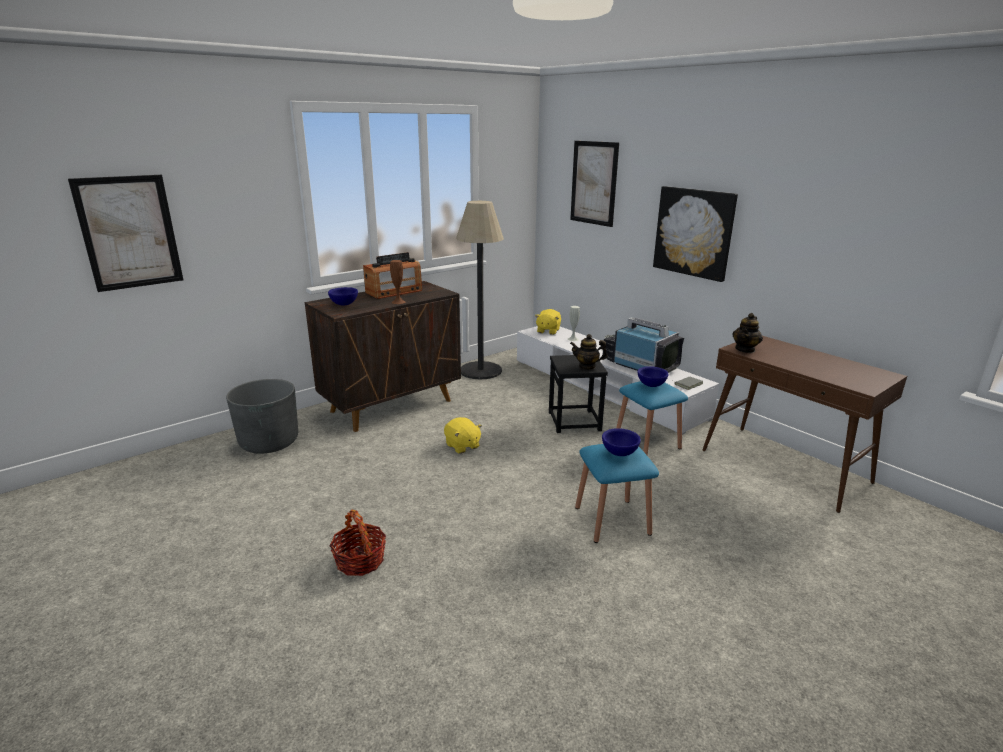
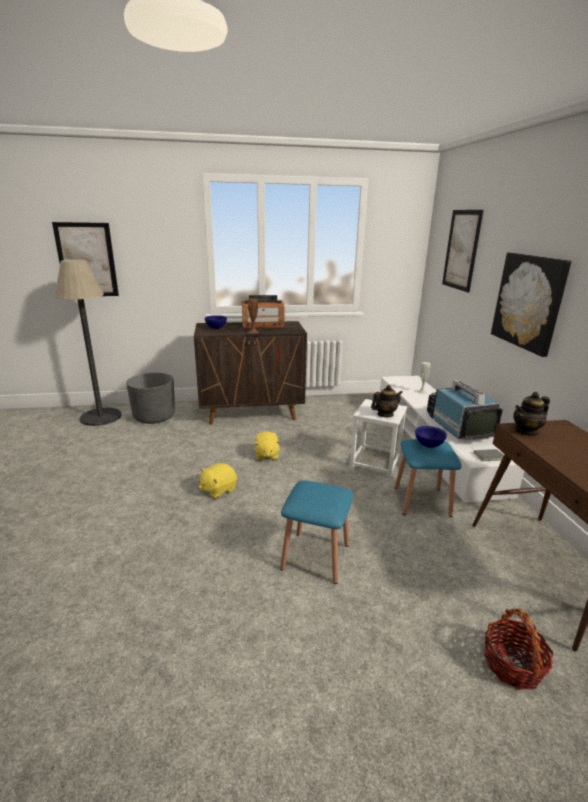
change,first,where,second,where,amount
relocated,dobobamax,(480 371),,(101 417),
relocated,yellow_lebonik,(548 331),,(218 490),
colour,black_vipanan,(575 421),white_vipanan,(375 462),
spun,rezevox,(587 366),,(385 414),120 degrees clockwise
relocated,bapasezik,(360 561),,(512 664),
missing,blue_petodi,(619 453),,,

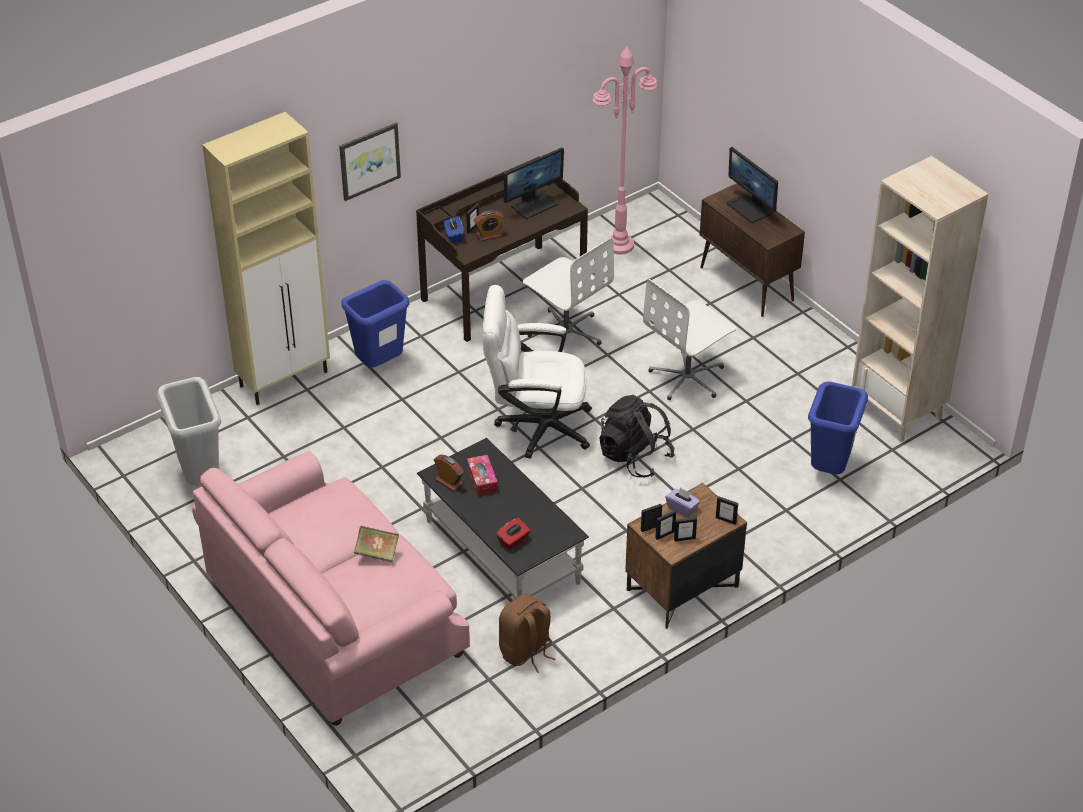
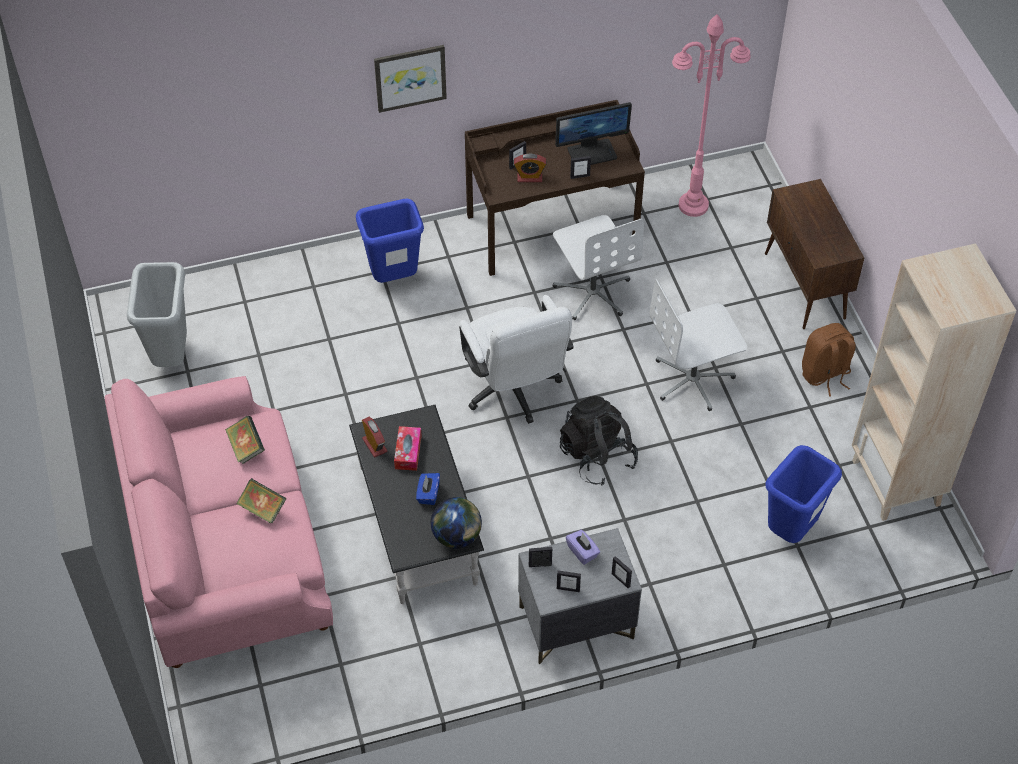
change,first,where,second,where,amount
appeared,,,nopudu,(246 447),
relocated,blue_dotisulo,(454 236),,(428 494),
appeared,,,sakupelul,(457 536),
spun,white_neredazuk,(535 426),,(514 391),135 degrees counterclockwise
colour,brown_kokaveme,(682 589),grey_kokaveme,(575 623),
relocated,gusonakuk,(665 534),,(580 176),
relocated,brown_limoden,(526 652),,(825 374),
missing,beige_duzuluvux,(285 379),,,
missing,red_dotisulo,(513 540),,,
missing,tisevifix,(750 208),,,

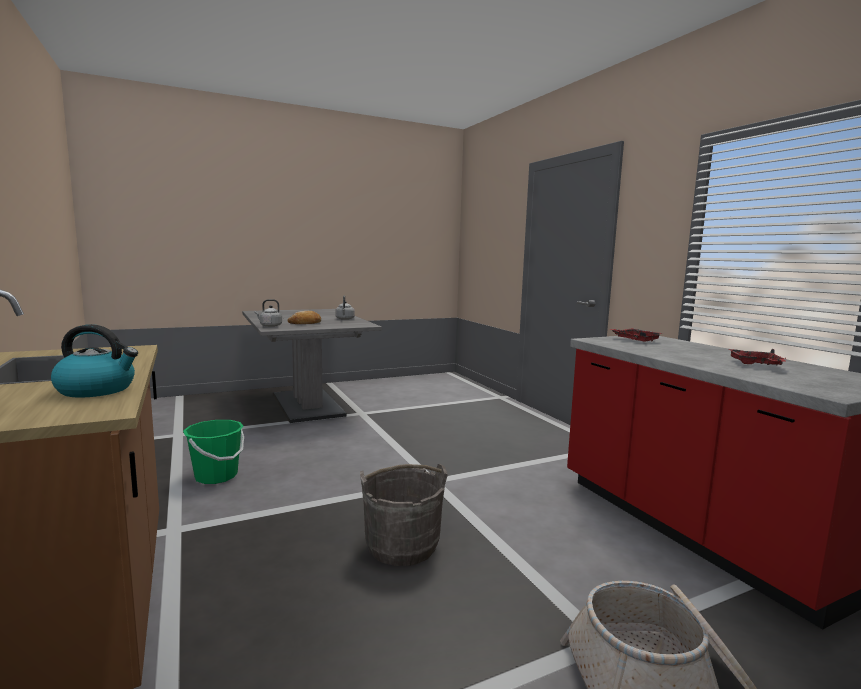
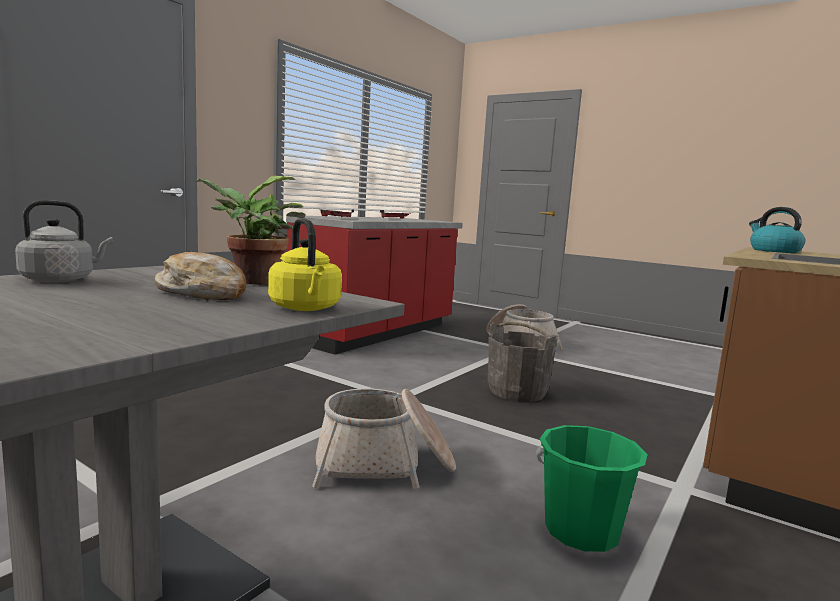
change,first,where,second,where,amount
appeared,,,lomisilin,(252 282),
colour,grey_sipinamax,(269 326),yellow_sipinamax,(306 308),
appeared,,,bapasezik,(384 465),

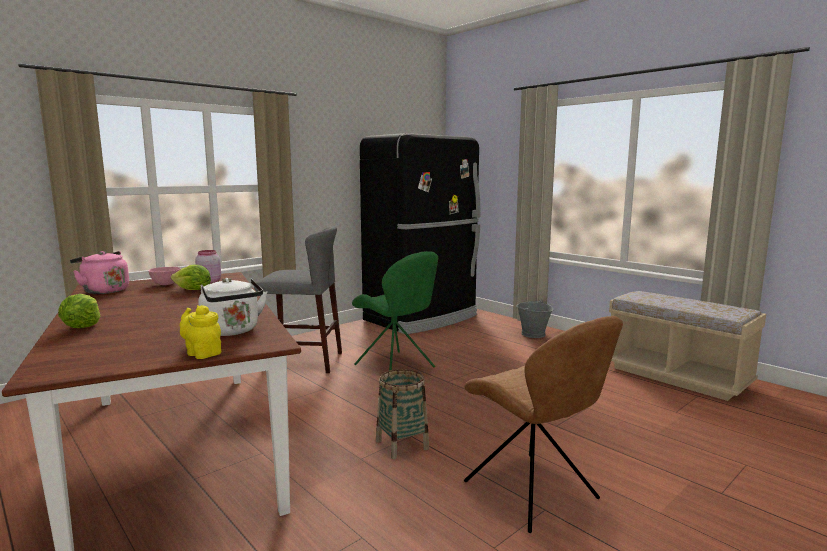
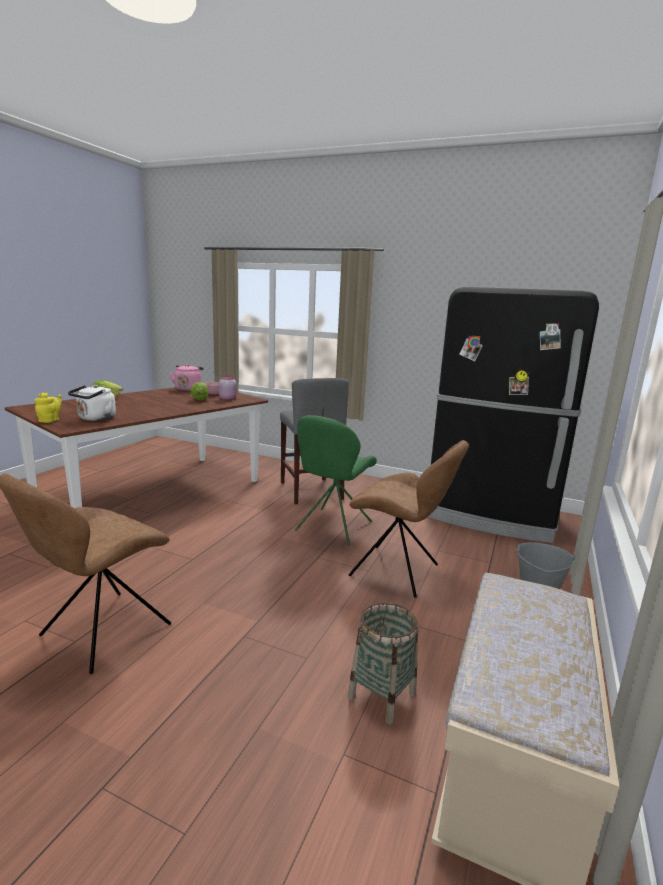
change,first,where,second,where,amount
relocated,bapasezik,(402 445),,(382 695),
appeared,,,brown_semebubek,(397 571),

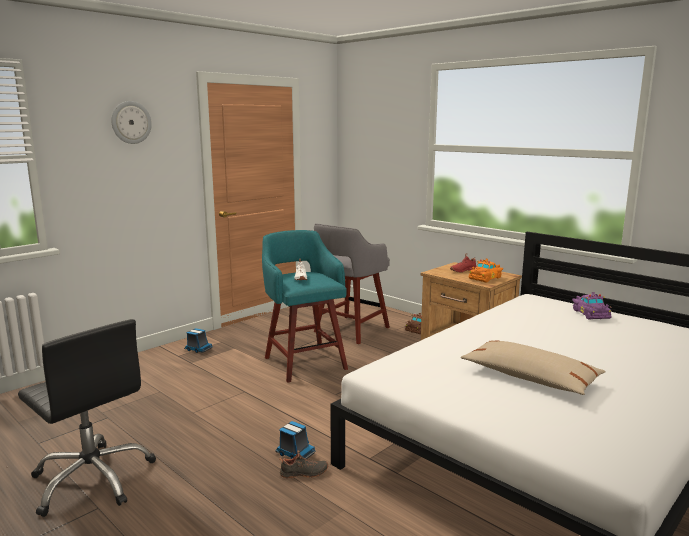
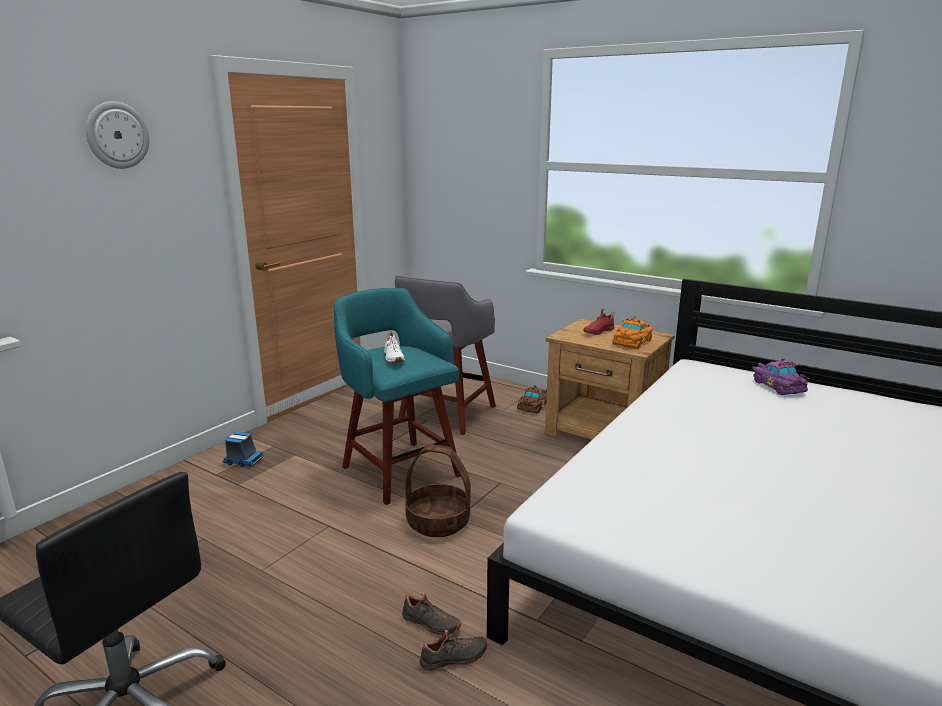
change,first,where,second,where,amount
exchanged,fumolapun,(294 453),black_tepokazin,(430 624),
appeared,,,bapasezik,(438 521),
missing,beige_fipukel,(530 378),,,

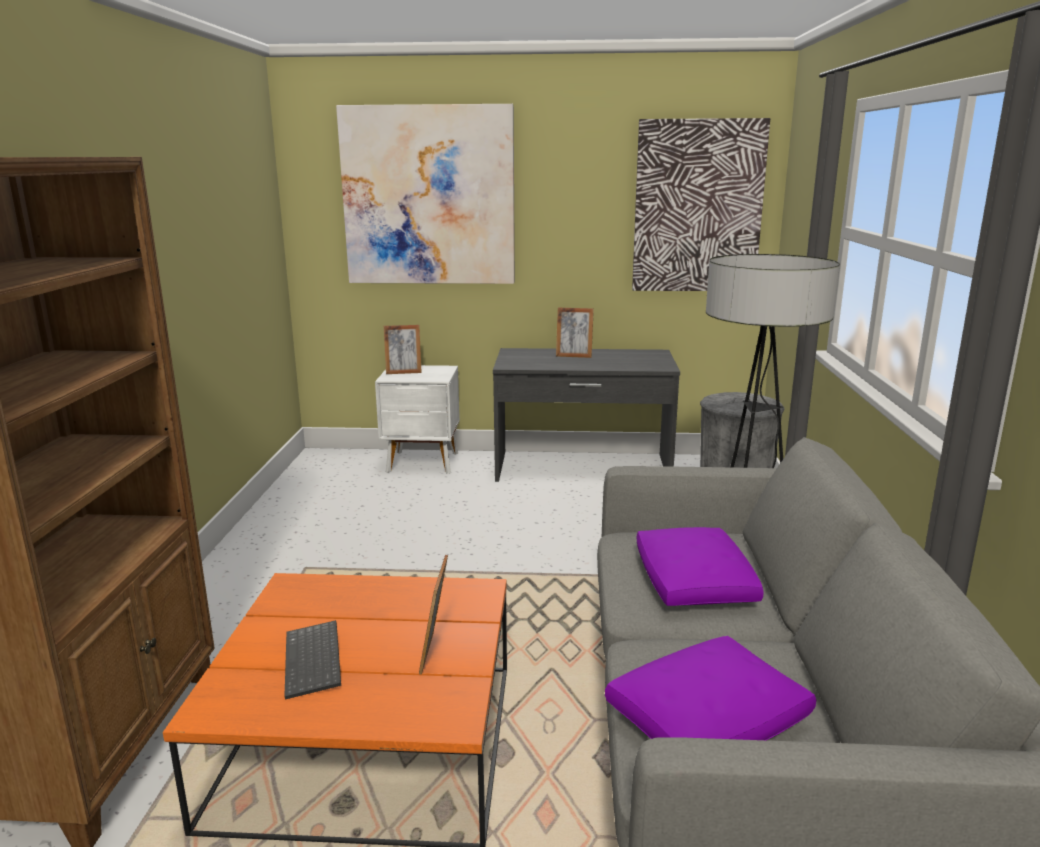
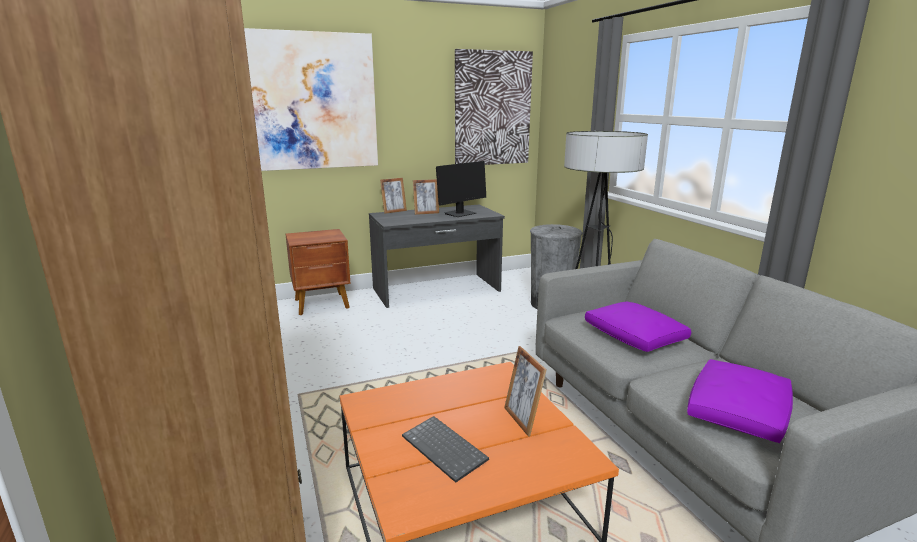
change,first,where,second,where,amount
colour,white_kokaveme,(423 463),brown_kokaveme,(322 304),
relocated,gusonakuk,(403 372),,(394 211),
appeared,,,tisevifix,(460 214),

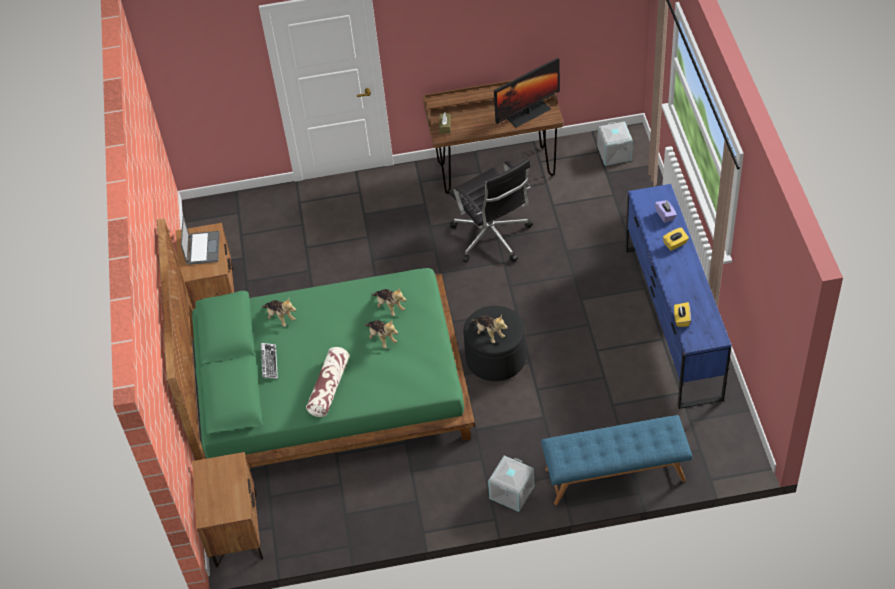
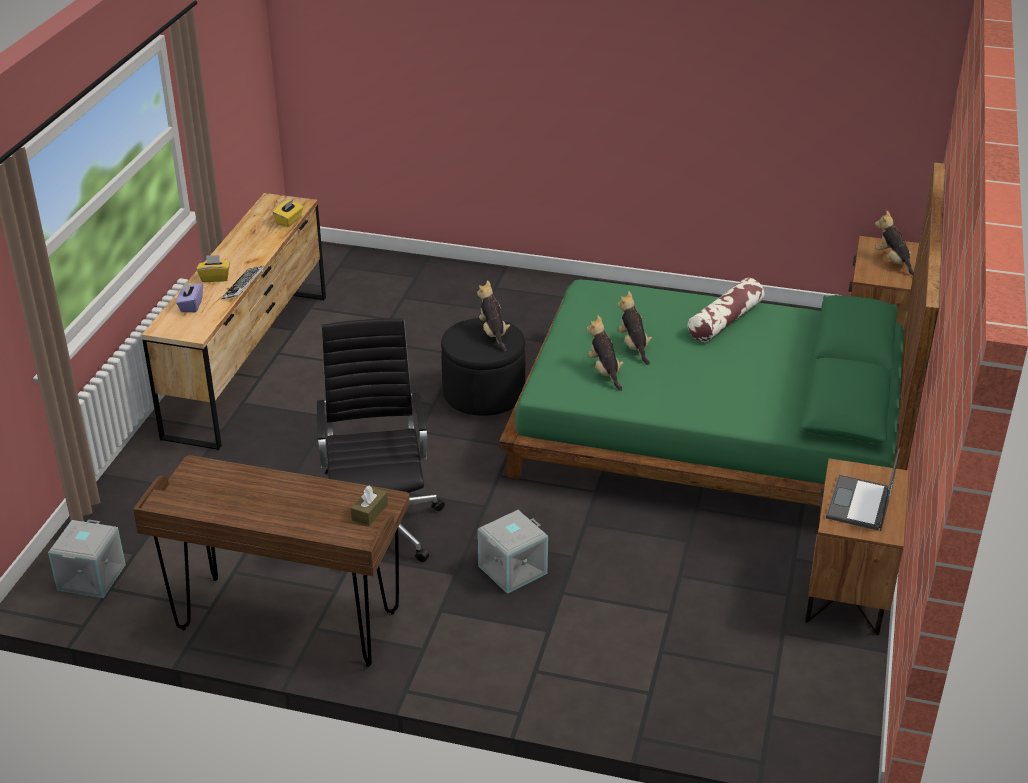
change,first,where,second,where,amount
colour,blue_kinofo,(672 321),brown_kinofo,(249 364),
relocated,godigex,(269 363),,(244 286),
relocated,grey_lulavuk,(512 493),,(512 569),
relocated,lebonik,(280 317),,(893 261),
missing,tisevifix,(528 113),,,
missing,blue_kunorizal,(615 475),,,

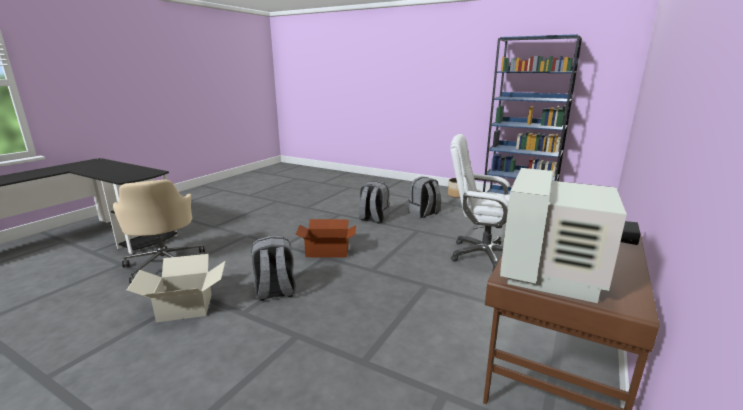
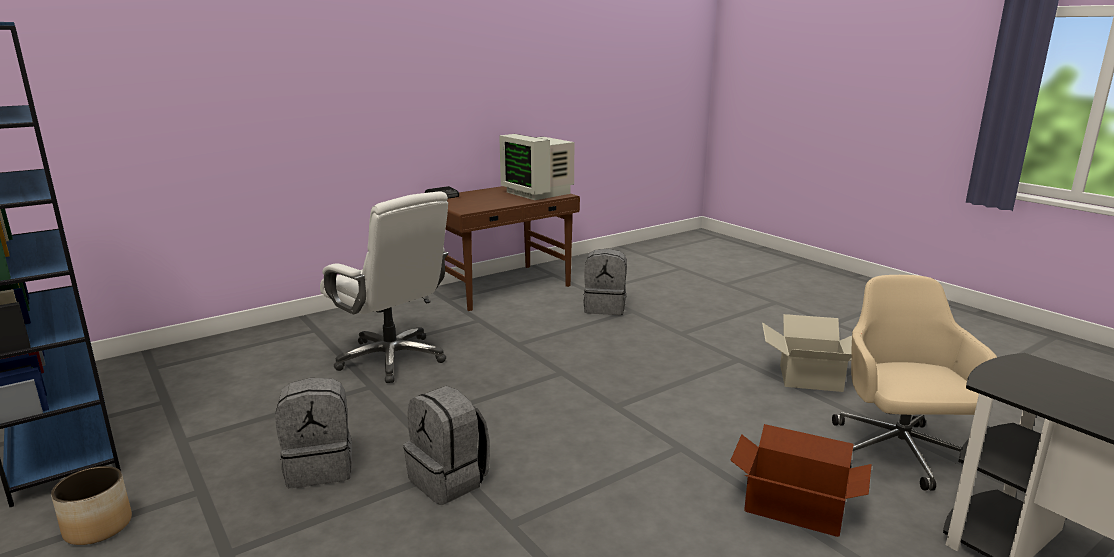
change,first,where,second,where,amount
spun,tisevifix,(552 274),,(538 193),90 degrees clockwise
relocated,grey_limoden,(275 292),,(605 307),
relocated,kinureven,(327 251),,(795 508),

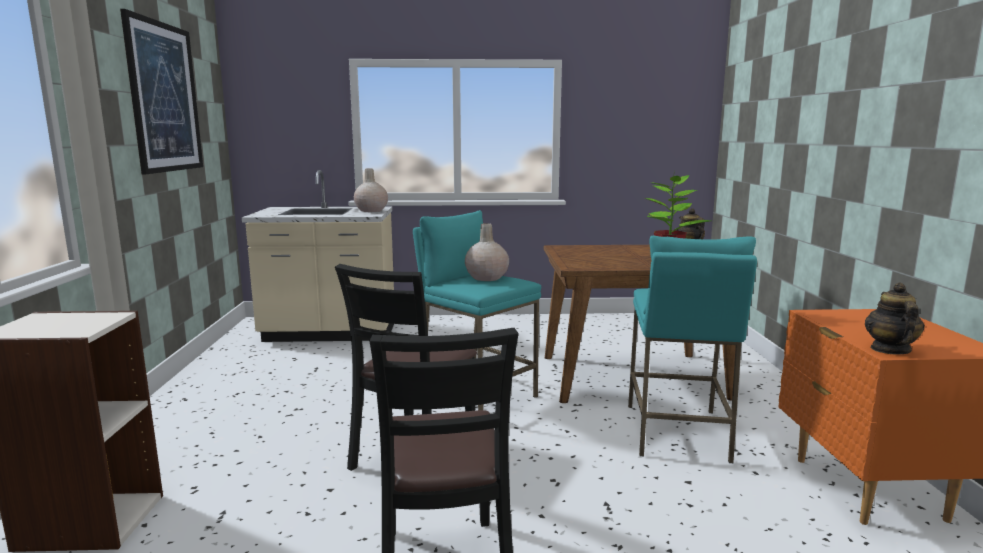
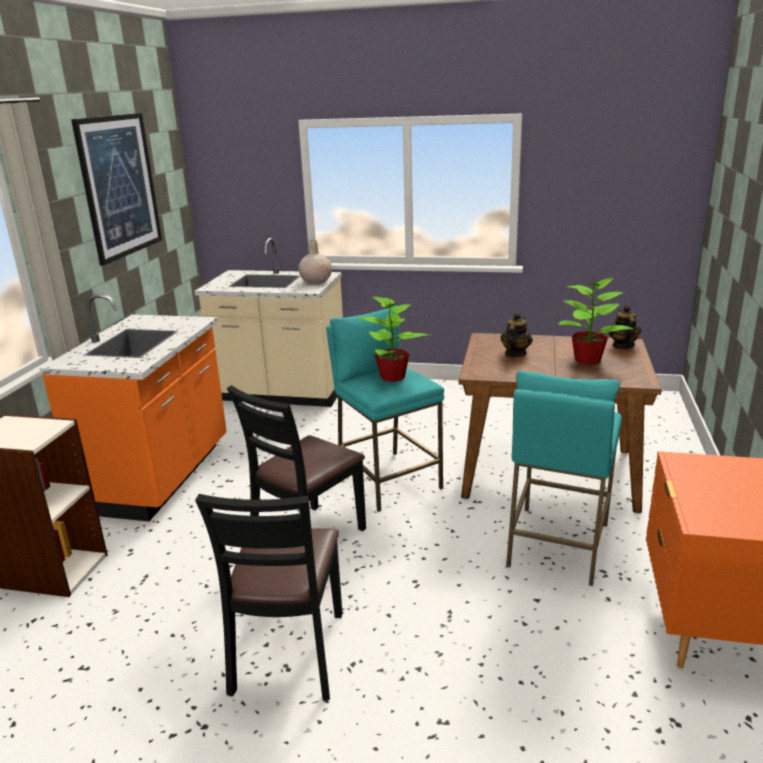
change,first,where,second,where,amount
appeared,,,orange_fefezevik,(161 477),
exchanged,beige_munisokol,(486 278),lomisilin,(393 377),
relocated,rezevox,(889 350),,(515 354),

